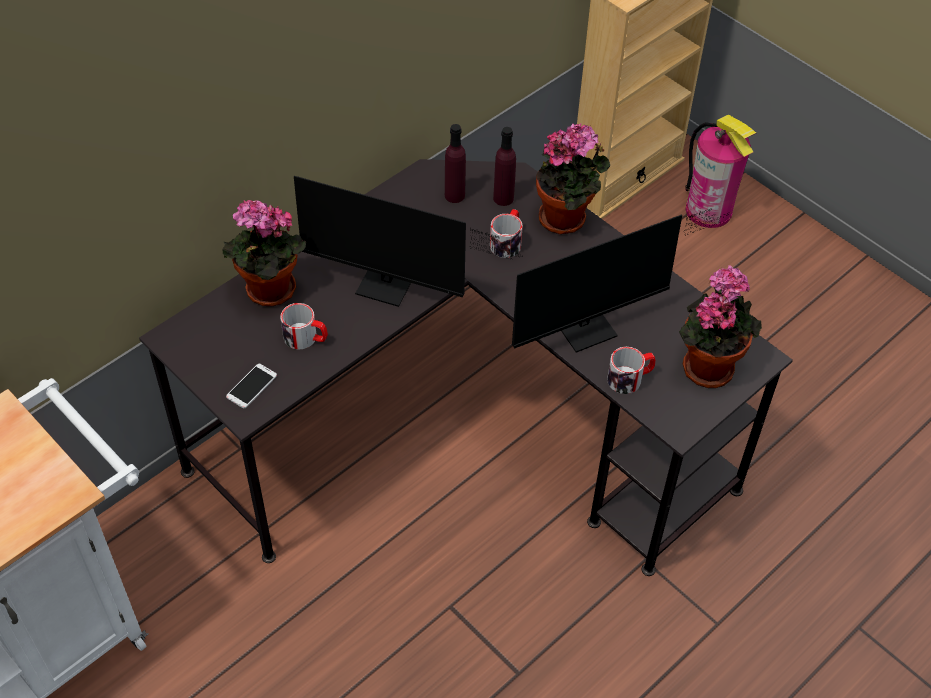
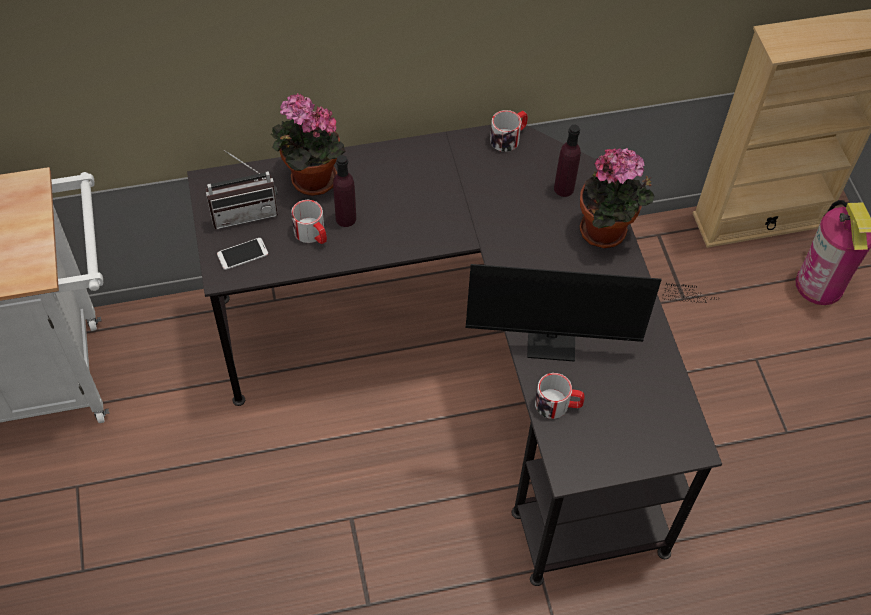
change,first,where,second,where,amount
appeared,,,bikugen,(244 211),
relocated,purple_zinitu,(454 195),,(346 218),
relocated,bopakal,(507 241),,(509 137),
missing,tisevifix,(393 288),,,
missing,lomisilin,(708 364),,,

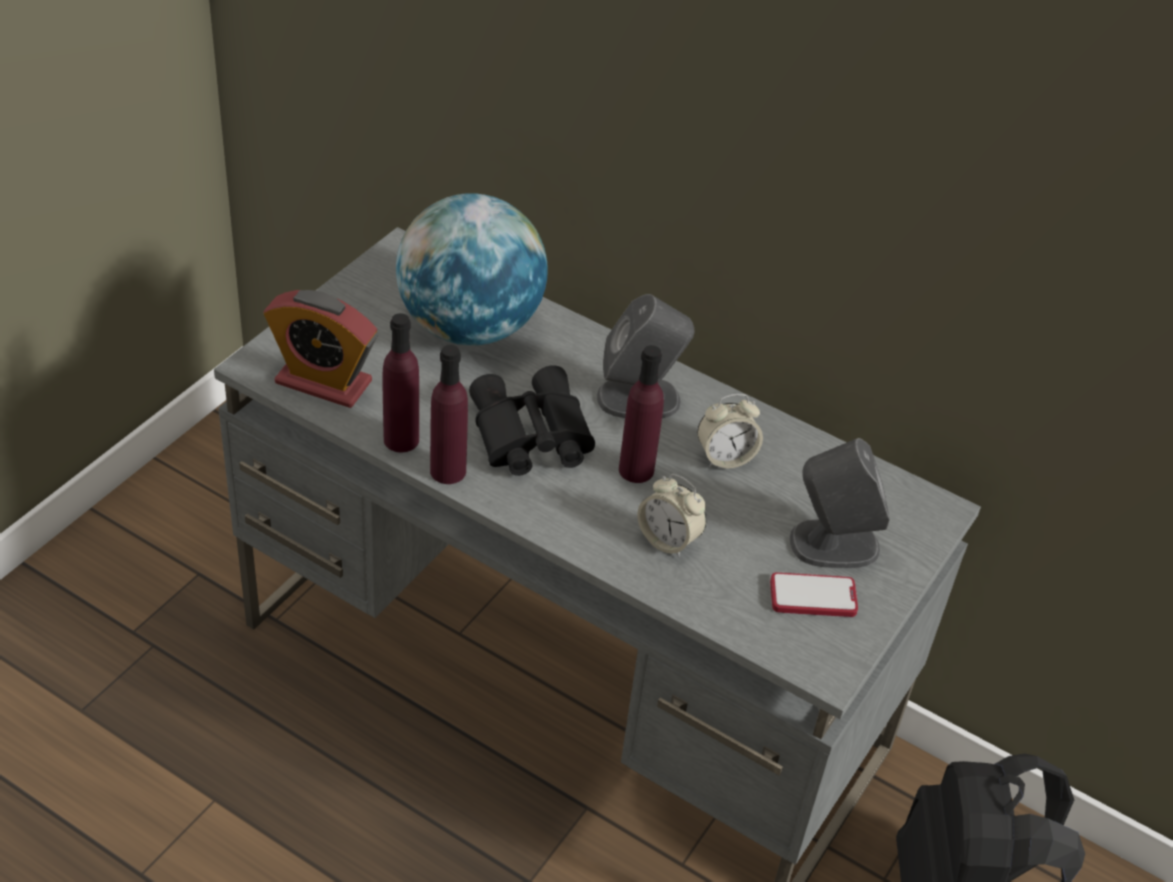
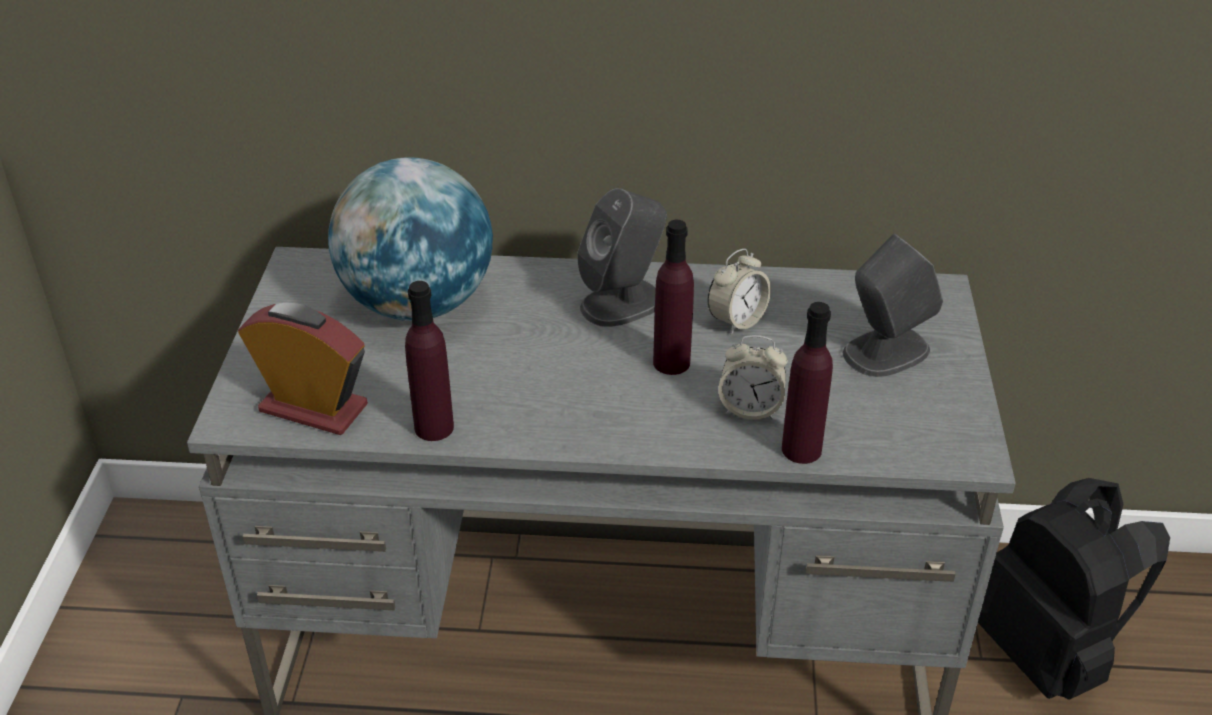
change,first,where,second,where,amount
spun,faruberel,(323 382),,(313 408),150 degrees counterclockwise
relocated,purple_zinitu,(448 471),,(801 449),
missing,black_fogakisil,(529 436),,,
missing,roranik,(813 597),,,

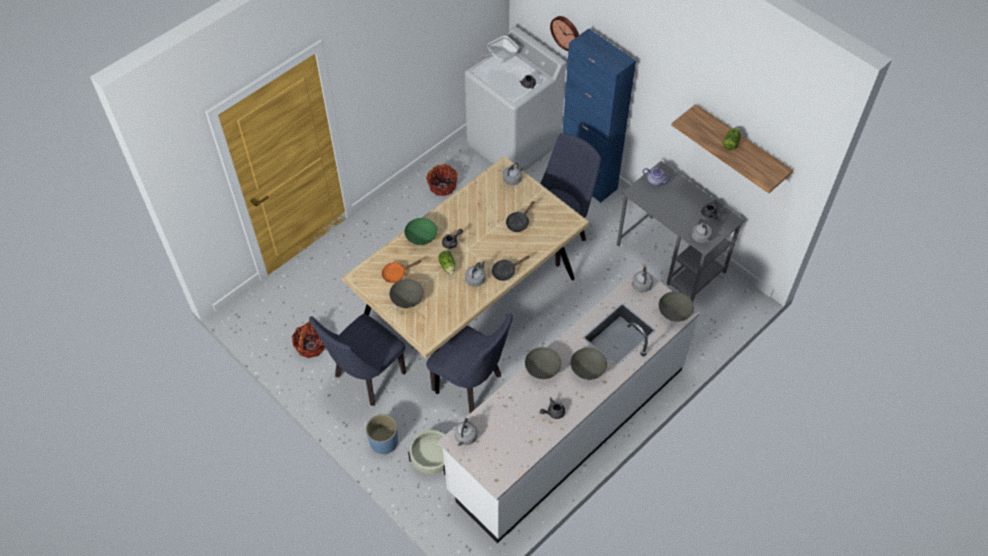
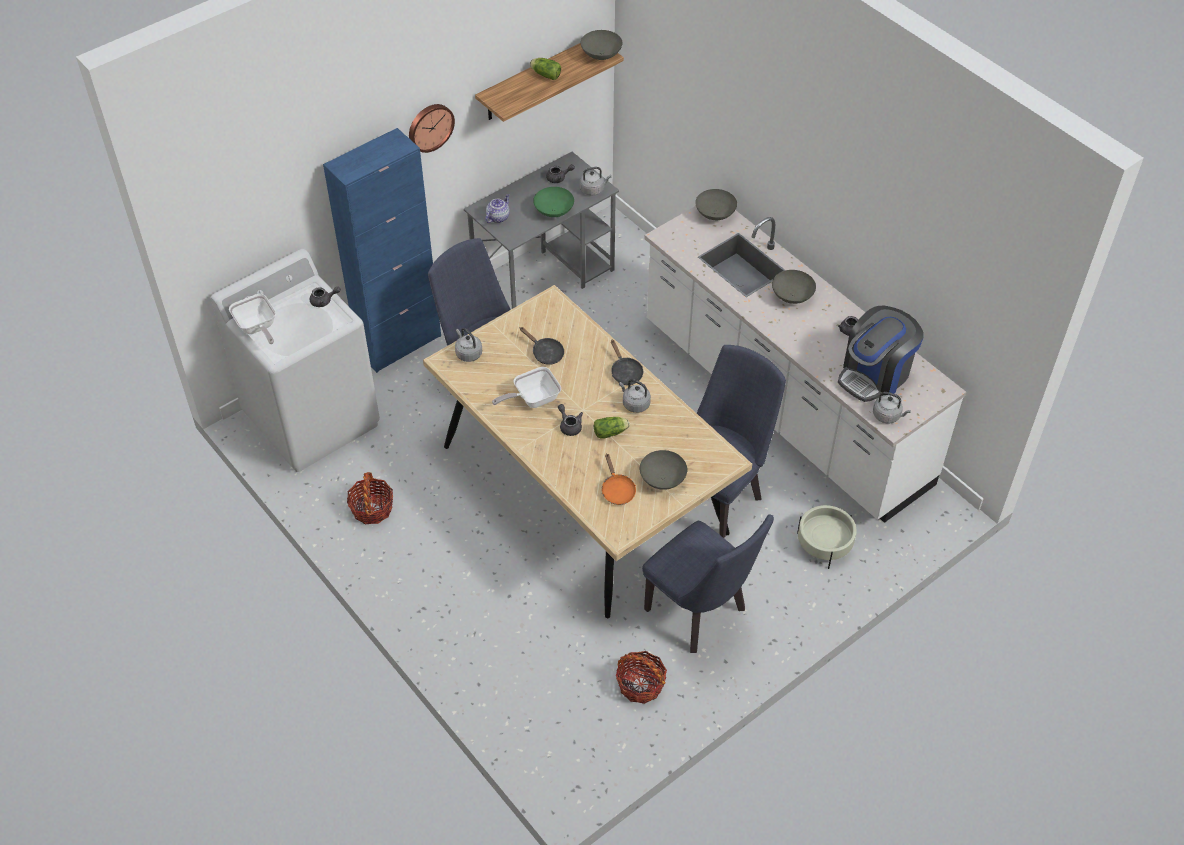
change,first,where,second,where,amount
relocated,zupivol,(566 32),,(430 126),
appeared,,,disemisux,(532 399),
relocated,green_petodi,(421 237),,(553 211),
relocated,grey_petodi,(542 370),,(602 55),
appeared,,,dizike,(875 375),
missing,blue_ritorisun,(383 442),,,
missing,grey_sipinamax,(641 284),,,

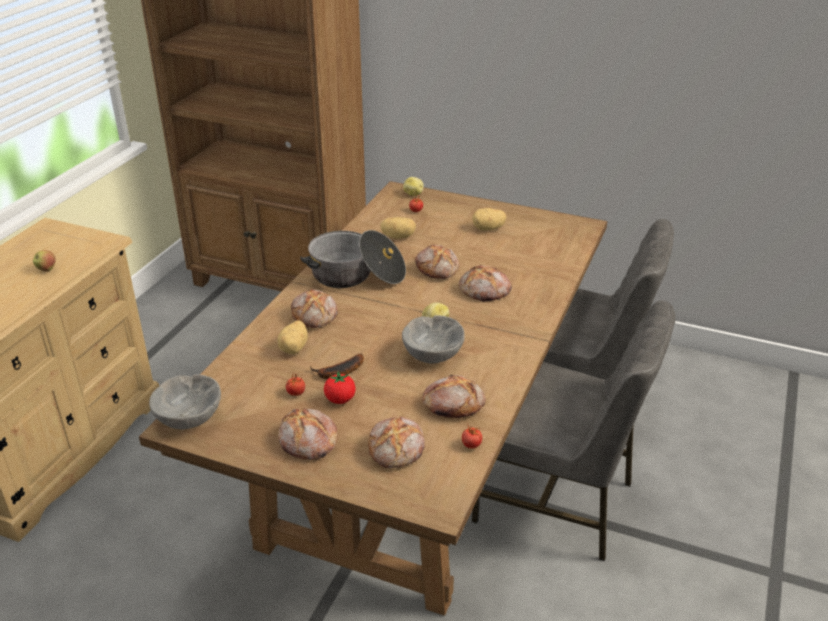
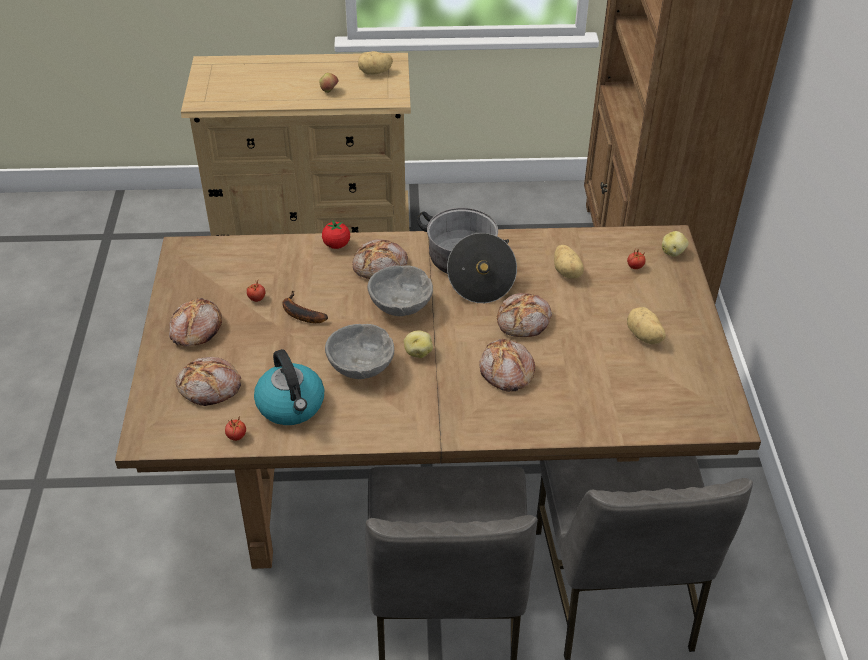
change,first,where,second,where,amount
exchanged,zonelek,(453 404),sipinamax,(291 405),
relocated,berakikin,(340 399),,(336 245),
relocated,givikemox,(295 348),,(375 72),
relocated,grey_petodi,(189 418),,(401 306),

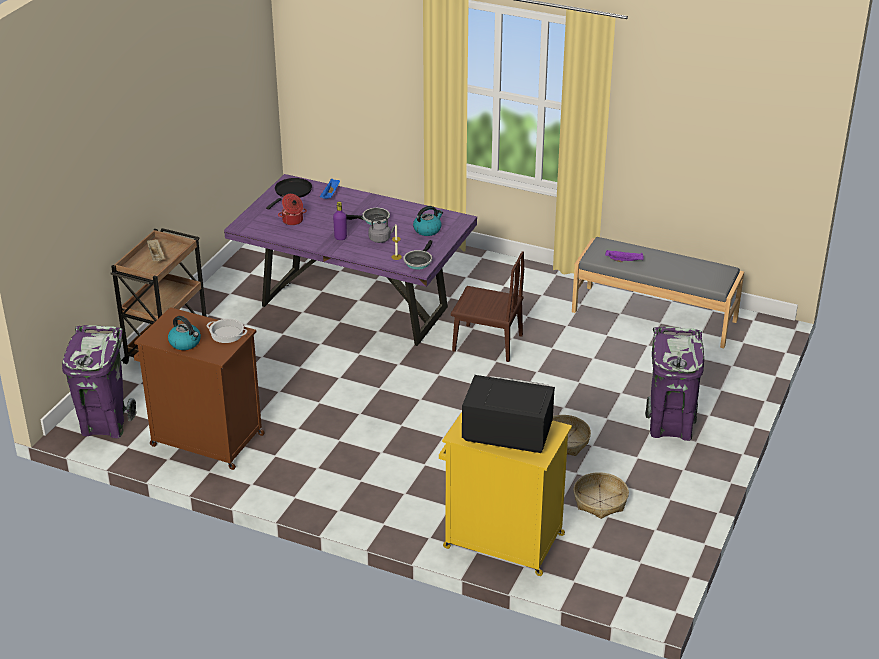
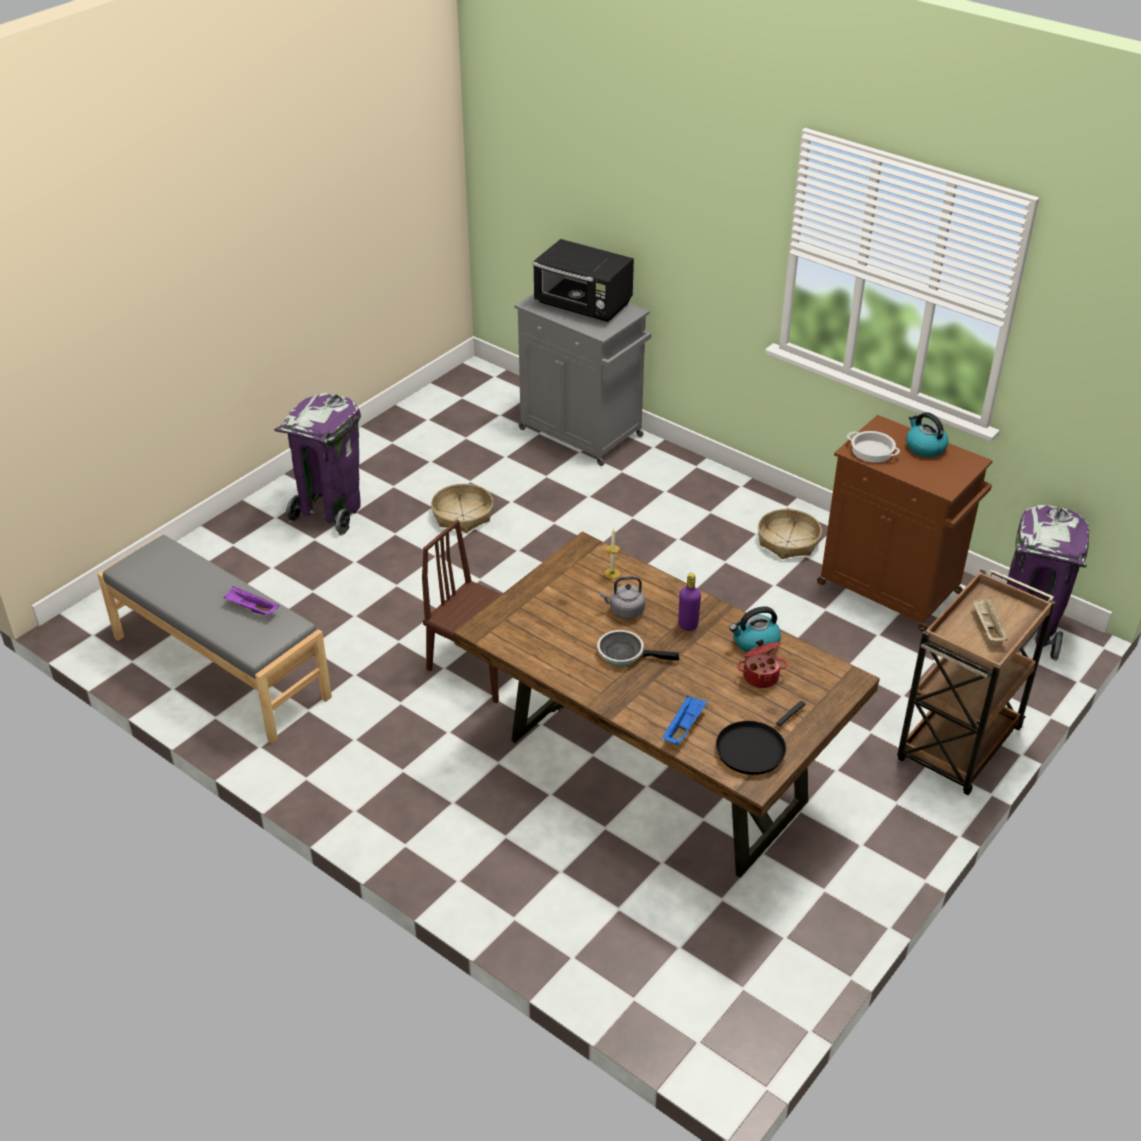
change,first,where,second,where,amount
colour,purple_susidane,(356 307),brown_susidane,(654 771),
colour,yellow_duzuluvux,(501 540),grey_duzuluvux,(583 433),
relocated,sipinamax,(427 230),,(755 642),
relocated,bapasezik,(600 502),,(788 541),
missing,disemisux,(418 261),,,

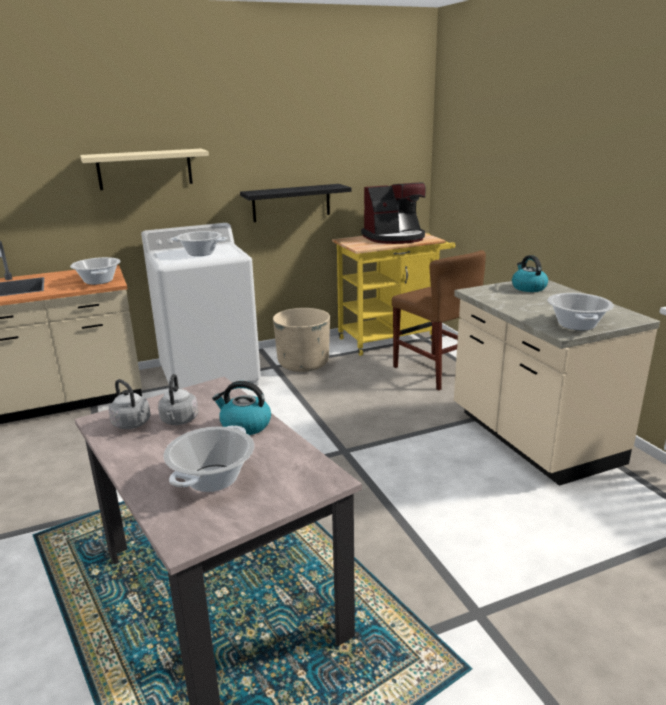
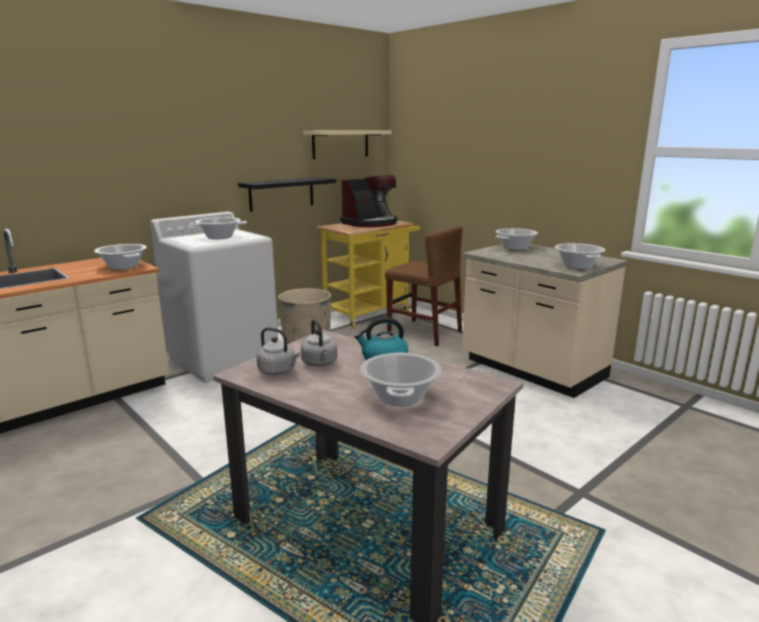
change,first,where,second,where,amount
relocated,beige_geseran,(145 169),,(340 144),
exchanged,sipinamax,(528 288),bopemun,(515 248),

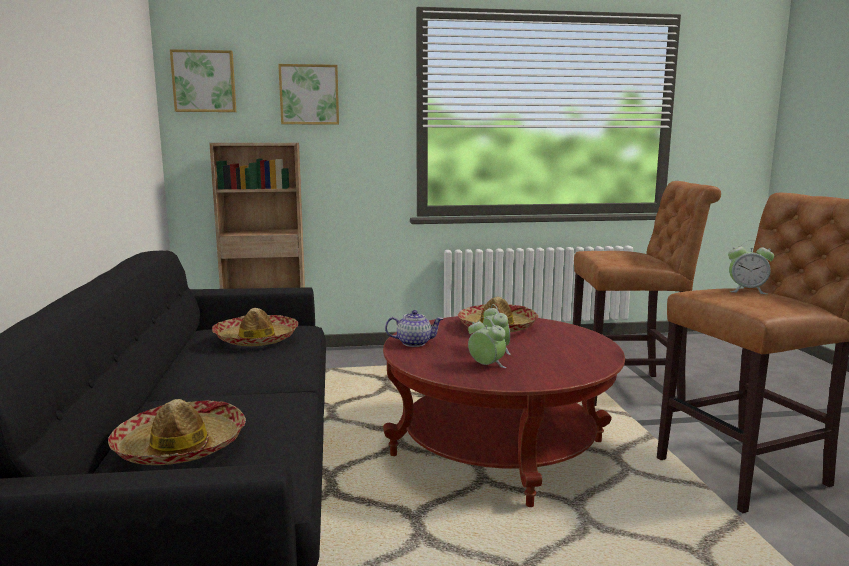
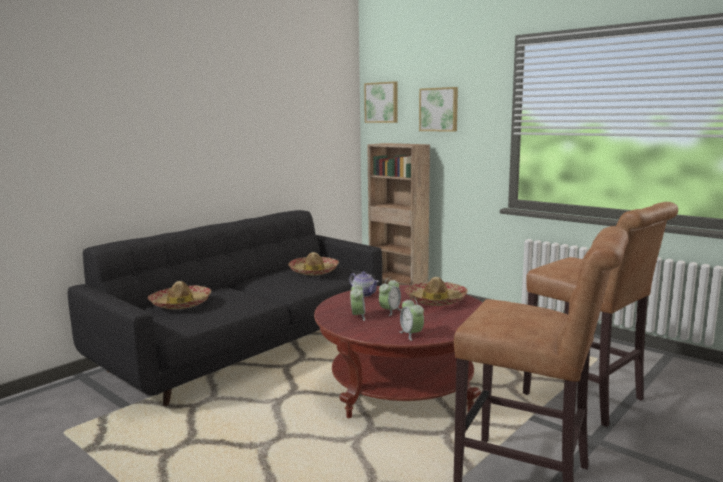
change,first,where,second,where,amount
relocated,faruberel,(747 291),,(411 334),

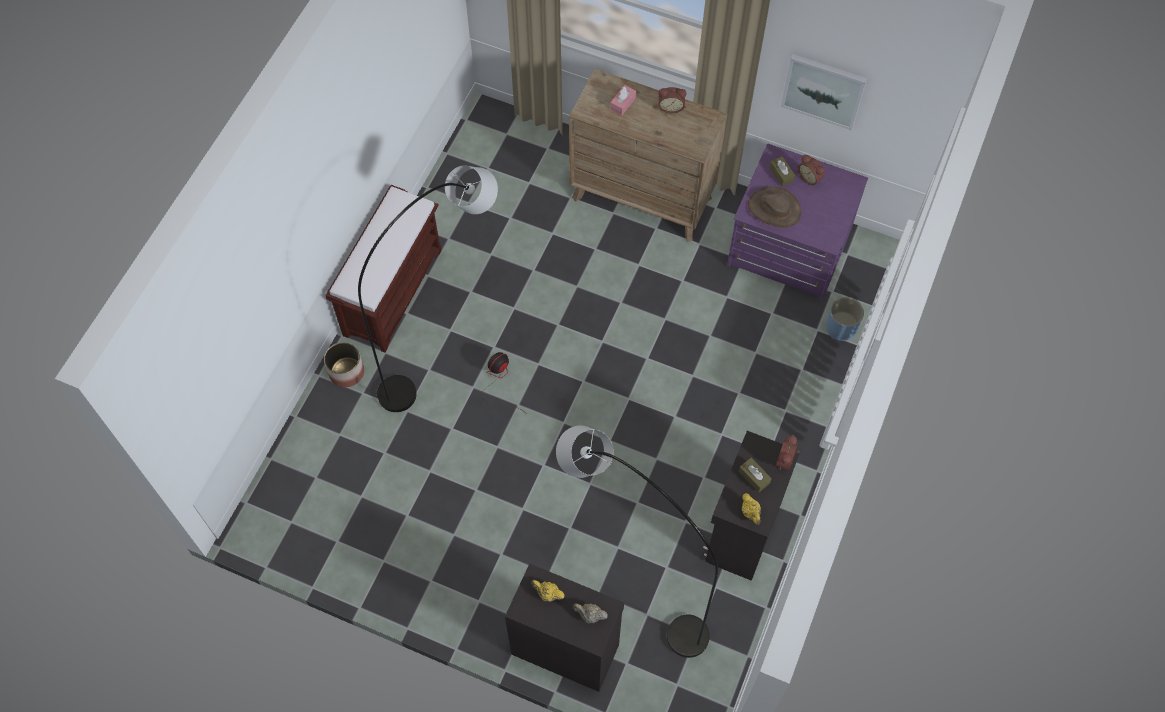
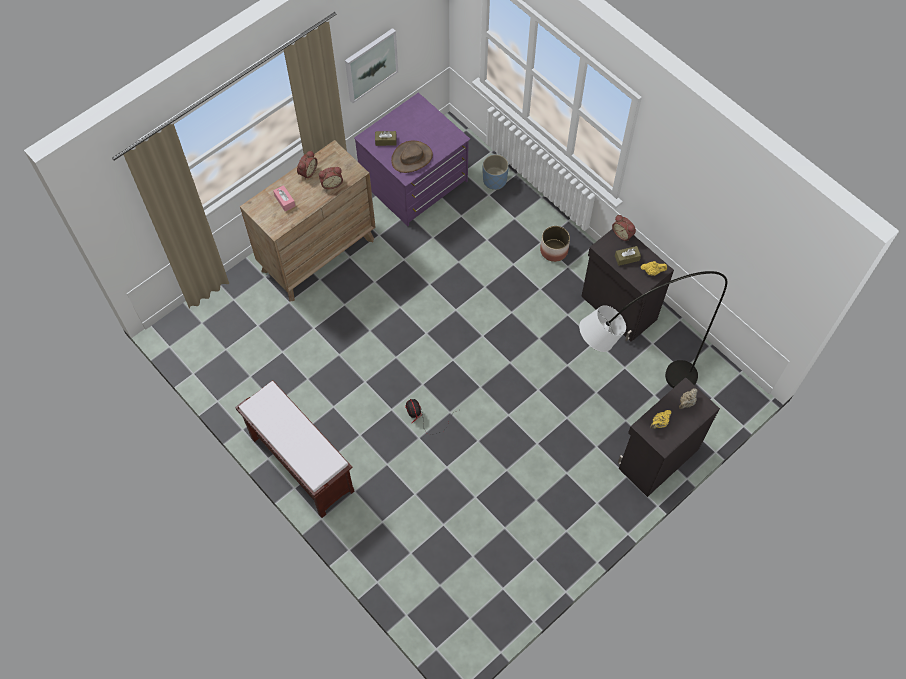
change,first,where,second,where,amount
relocated,faruberel,(810 177),,(331 183),
relocated,ritorisun,(347 372),,(554 250),
missing,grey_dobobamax,(446 345),,,

